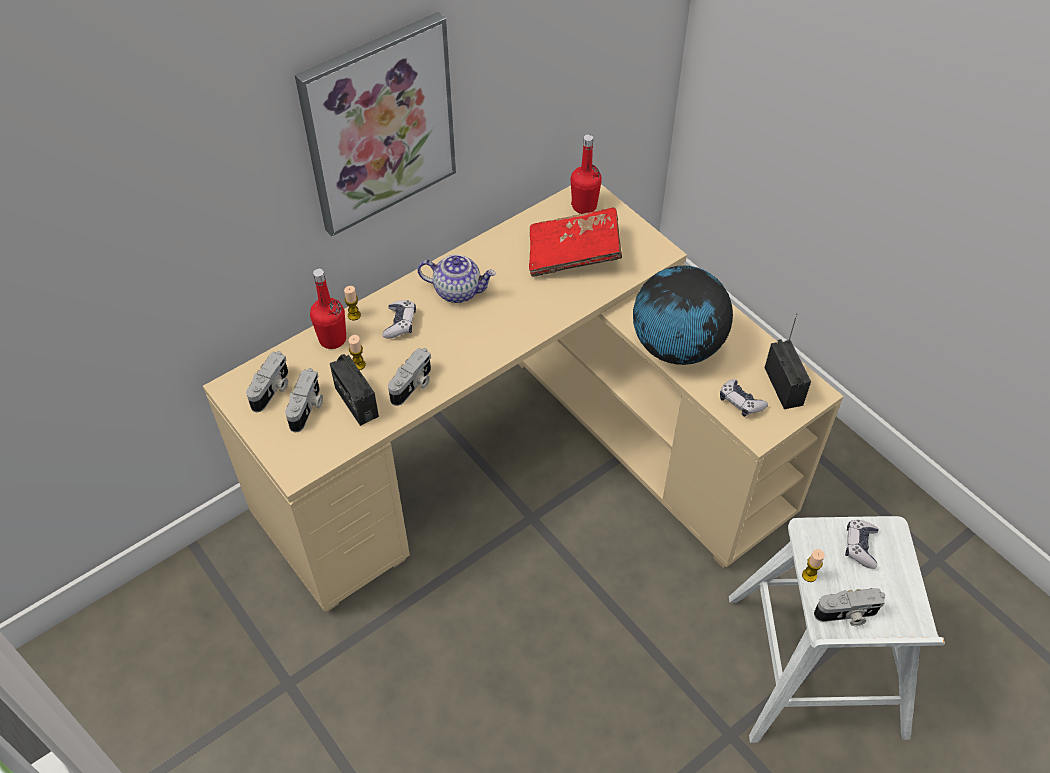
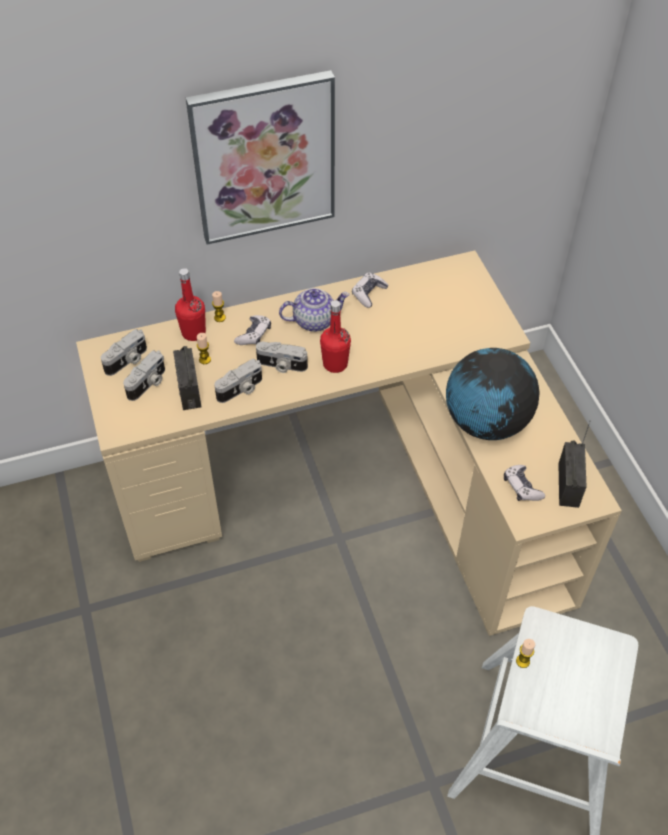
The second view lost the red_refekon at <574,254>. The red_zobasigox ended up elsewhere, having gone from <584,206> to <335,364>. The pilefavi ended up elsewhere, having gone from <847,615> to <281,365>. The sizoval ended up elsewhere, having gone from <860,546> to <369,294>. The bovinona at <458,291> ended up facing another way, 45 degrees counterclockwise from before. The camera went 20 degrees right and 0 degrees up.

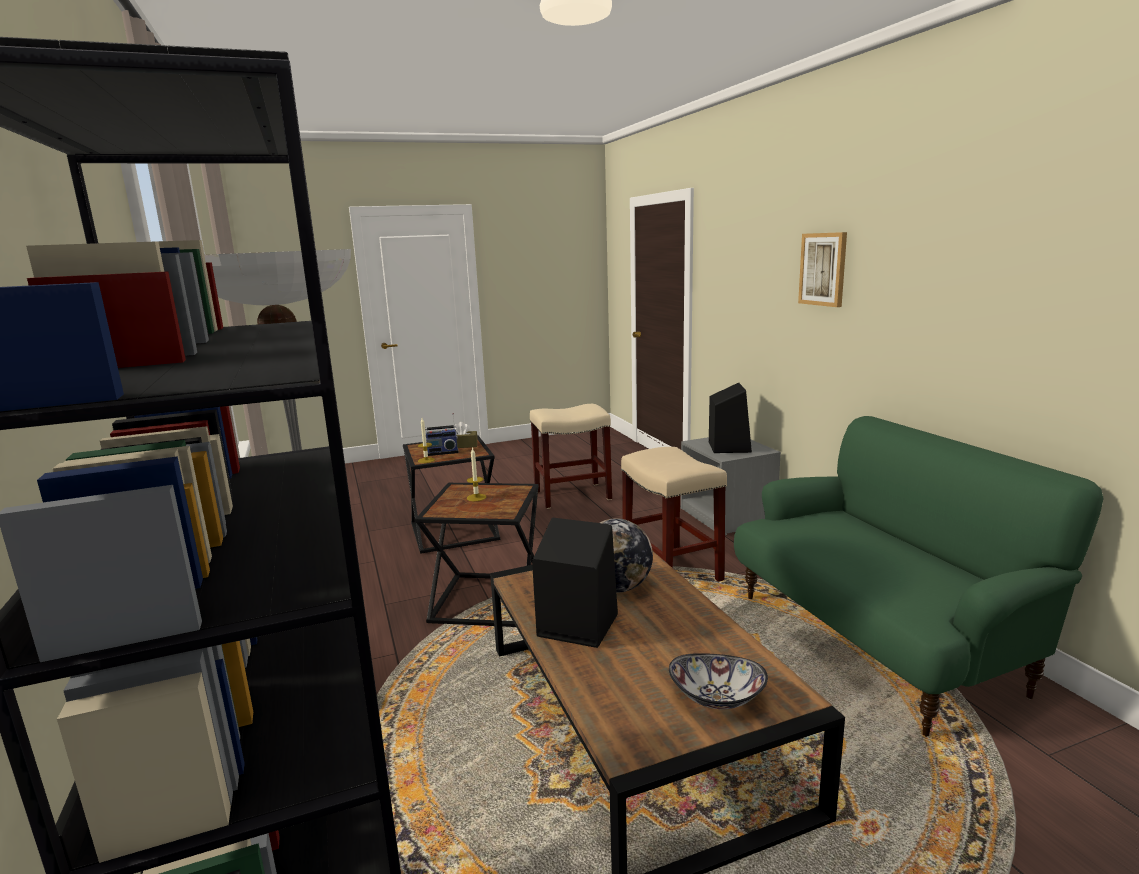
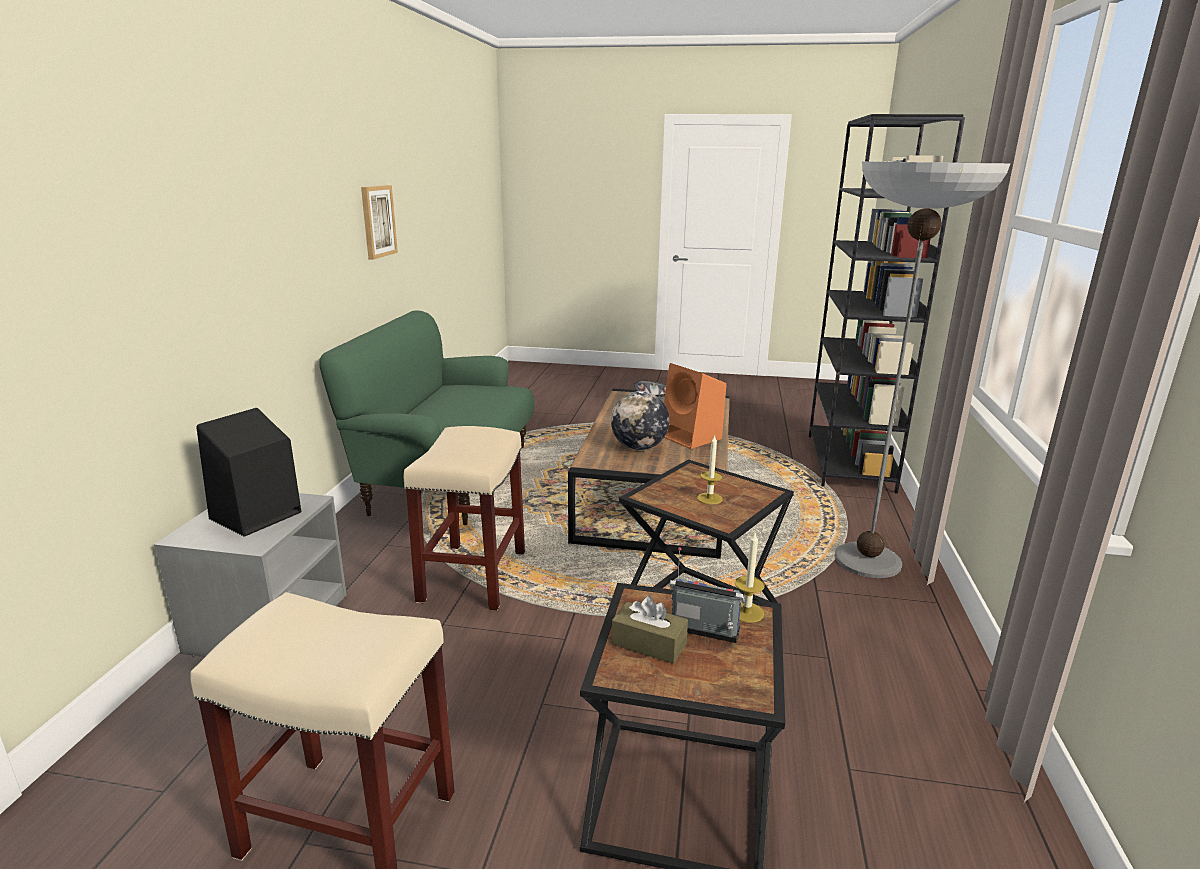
The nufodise ended up elsewhere, having gone from <823,269> to <377,221>. What was the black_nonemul at <575,625> turned into the orange_nonemul at <692,438>. The camera went 150 degrees left and 5 degrees up.

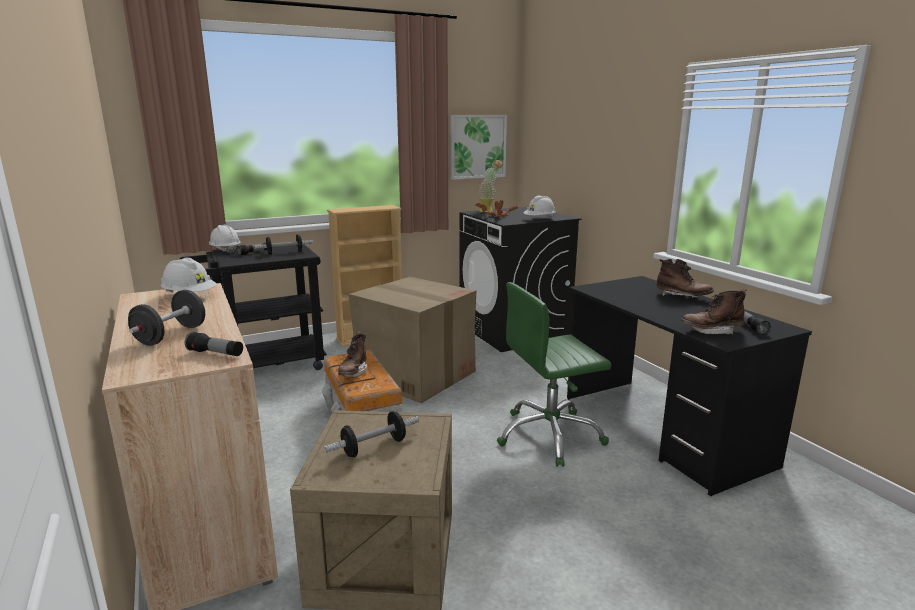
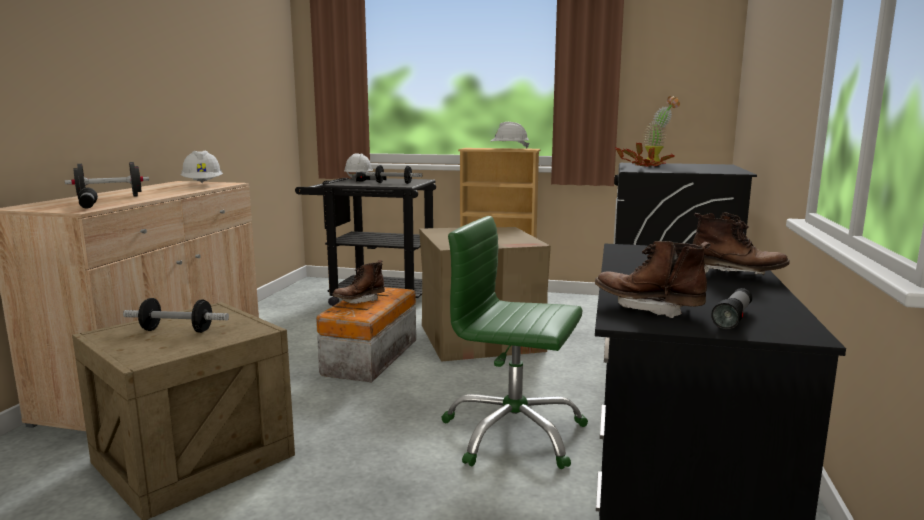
The second view lost the nufodise at <477,146>. The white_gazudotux ended up elsewhere, having gone from <539,219> to <509,148>. The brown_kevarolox at <682,297> ended up facing another way, 45 degrees counterclockwise from before. The camera went 40 degrees right and 5 degrees down.

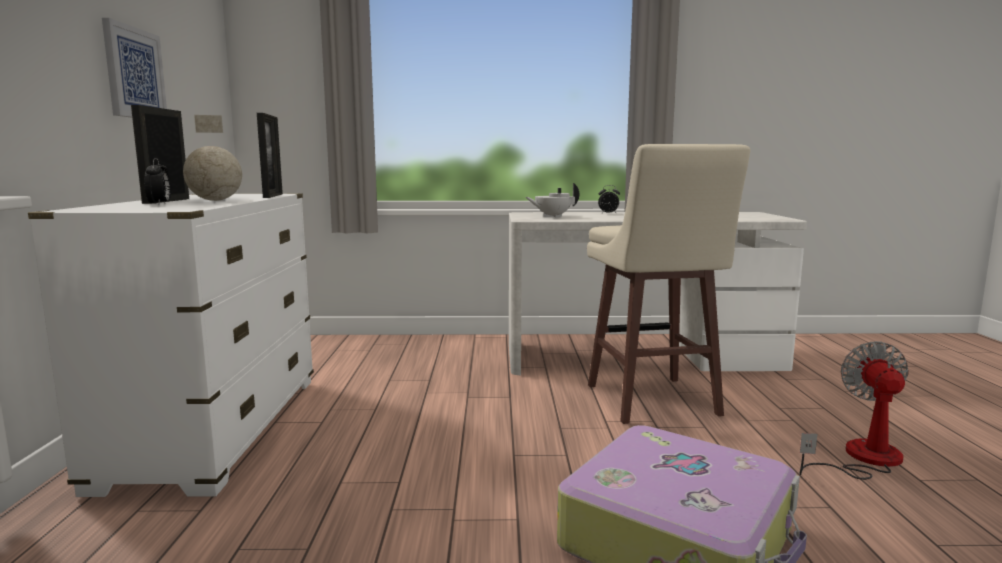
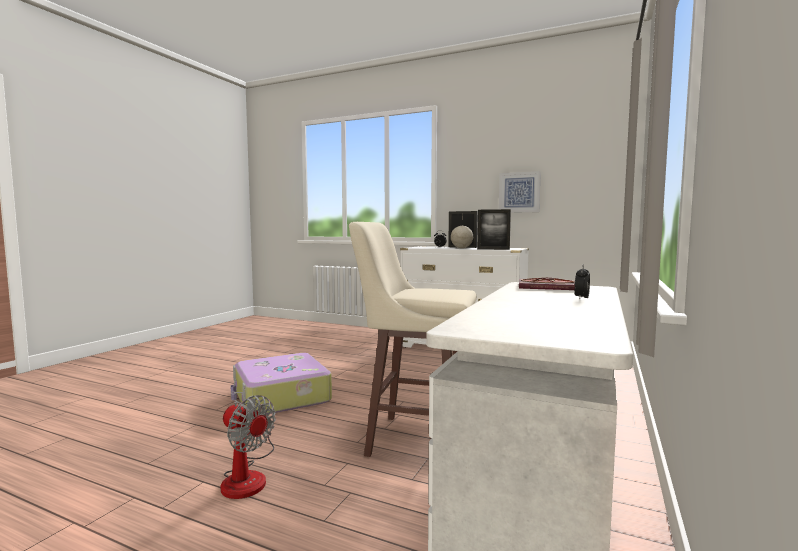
Where the white_bovinona stood at <552,216>, the refekon came to stand at <548,287>. The camera went 115 degrees right and 5 degrees down.

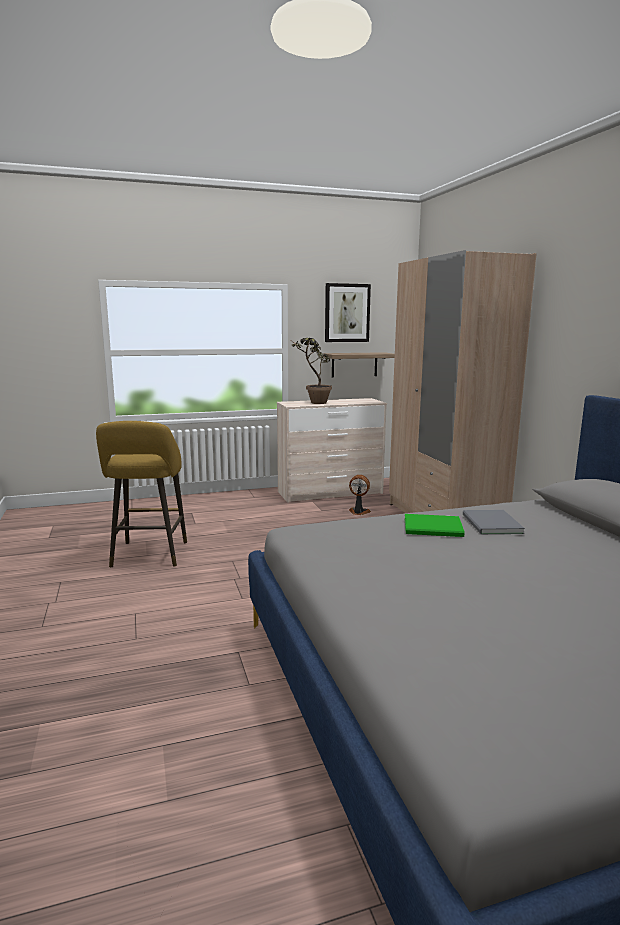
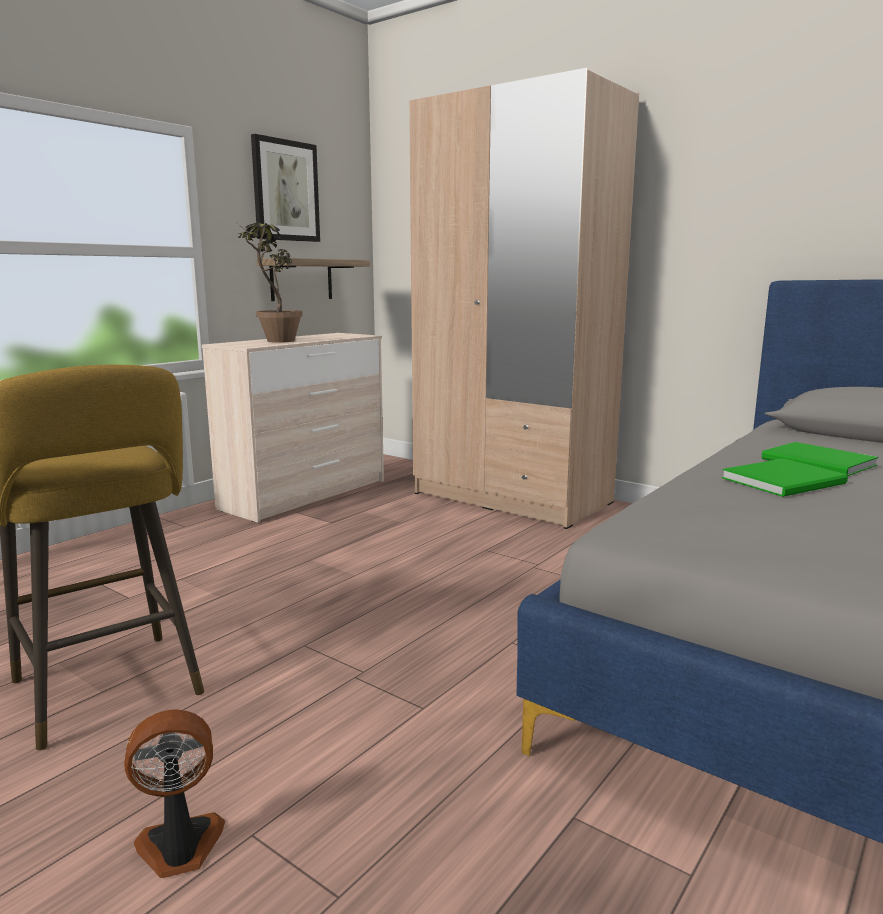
The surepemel ended up elsewhere, having gone from <358,512> to <180,848>. What was the grey_refekon at <491,524> turned into the green_refekon at <819,463>. The camera went 35 degrees left and 0 degrees up.

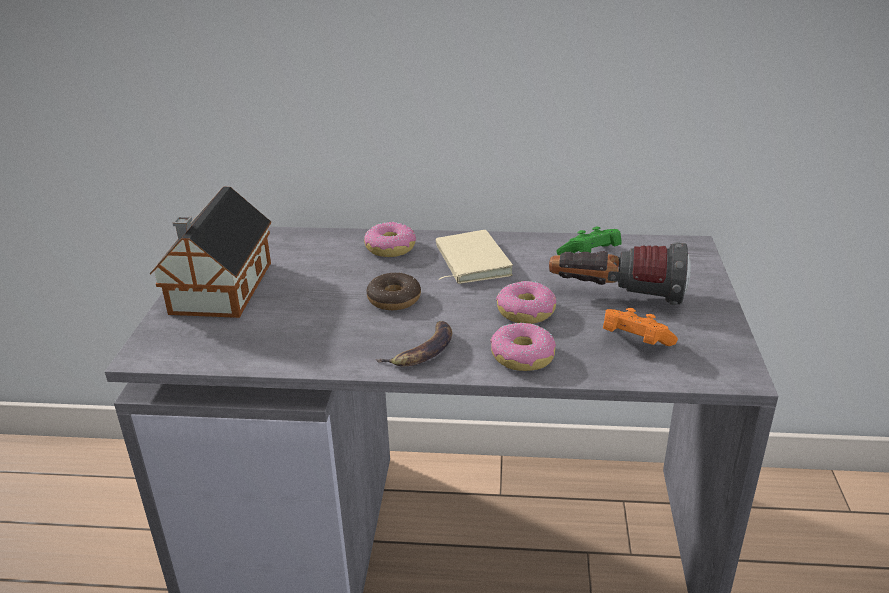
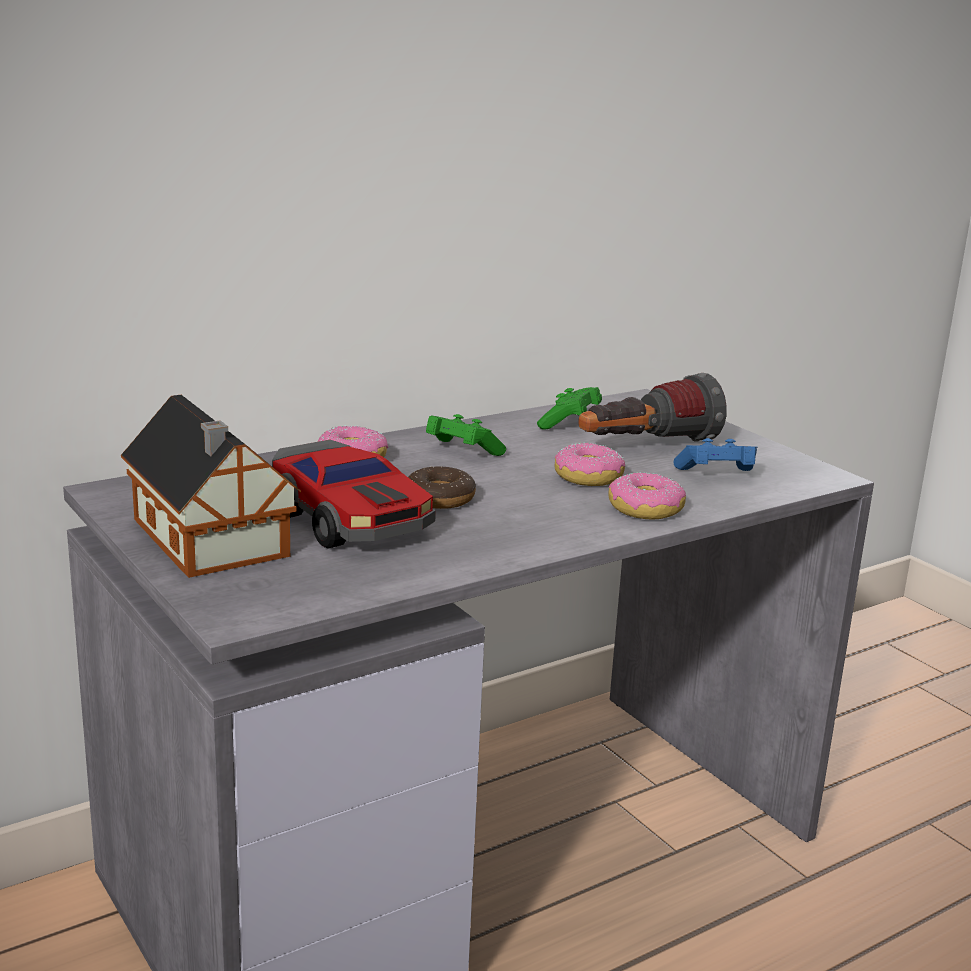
The second view lost the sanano at <422,350>. The second view gained the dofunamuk at <350,519>. Where the beige_refekon stood at <469,262>, the green_sizoval came to stand at <461,452>. What was the orange_sizoval at <634,342> turned into the blue_sizoval at <716,475>. The camera went 40 degrees left and 10 degrees down.

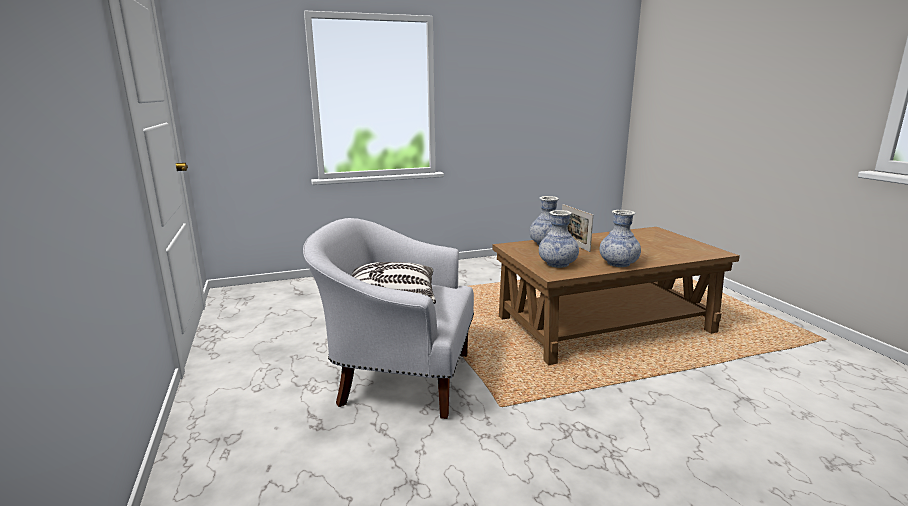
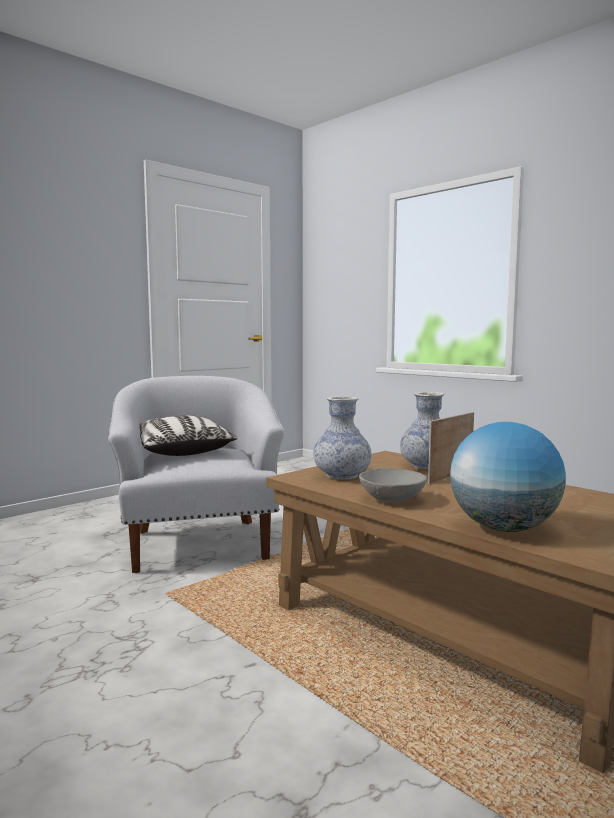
The second view gained the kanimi at <504,528>. Where the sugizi stood at <618,263>, the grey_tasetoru came to stand at <391,499>. The camera went 65 degrees right and 10 degrees down.

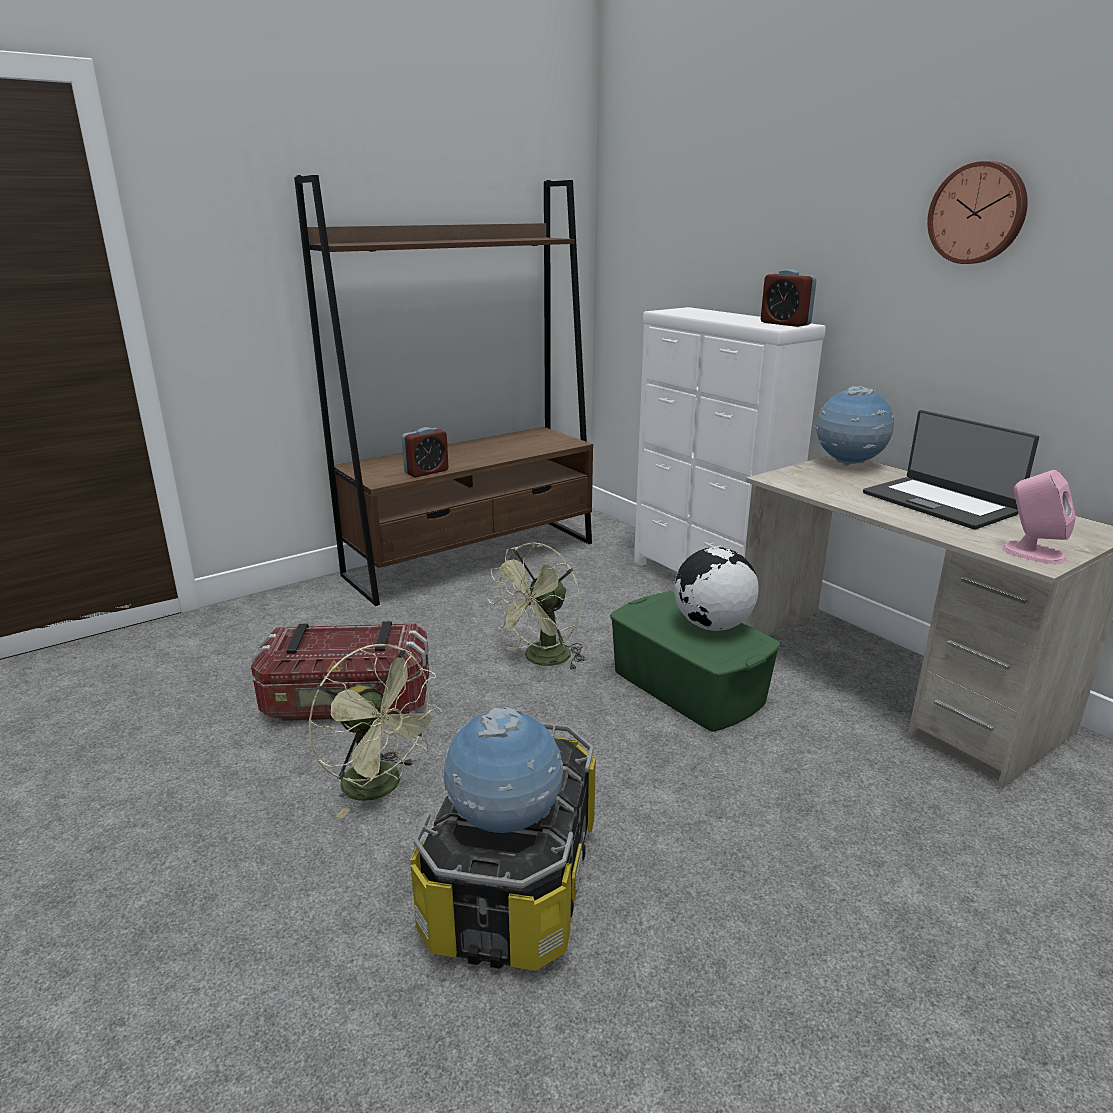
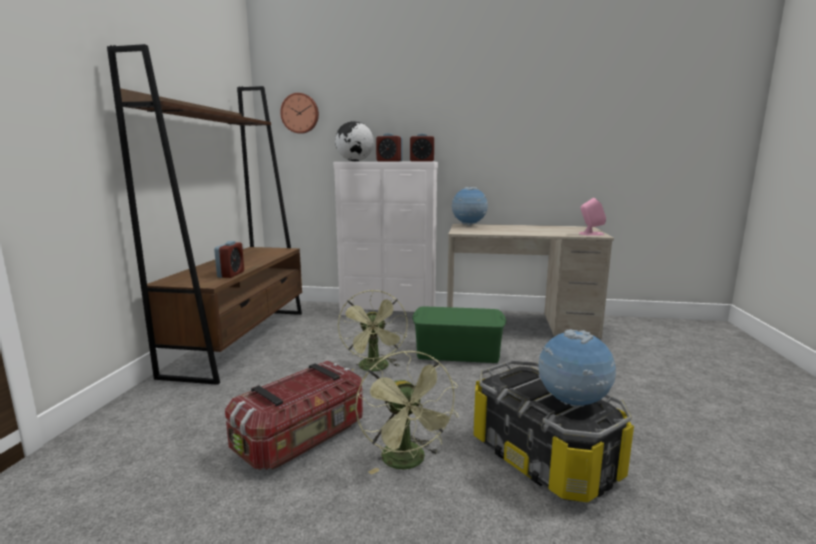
The second view lost the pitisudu at <940,503>. The second view gained the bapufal at <389,161>. The kanimi ended up elsewhere, having gone from <712,626> to <355,161>. The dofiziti ended up elsewhere, having gone from <978,213> to <300,113>. The green_surepemel at <381,787> ended up facing another way, 75 degrees clockwise from before. The camera went 45 degrees left and 10 degrees down.

